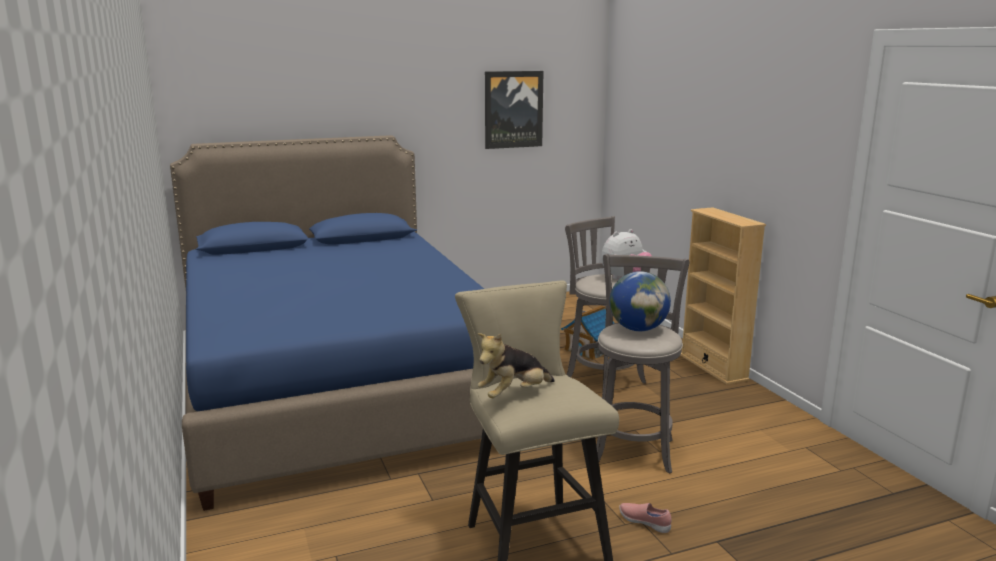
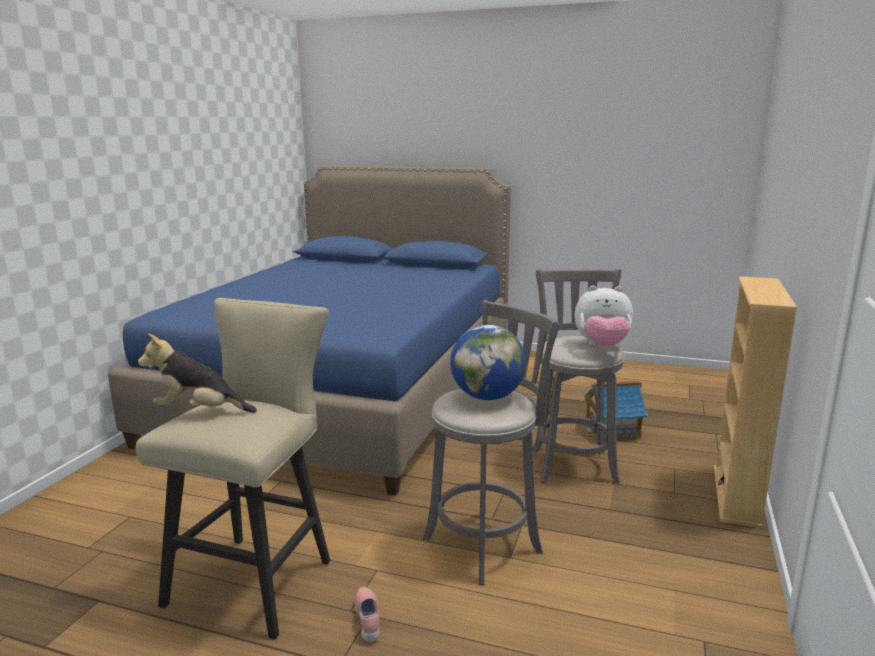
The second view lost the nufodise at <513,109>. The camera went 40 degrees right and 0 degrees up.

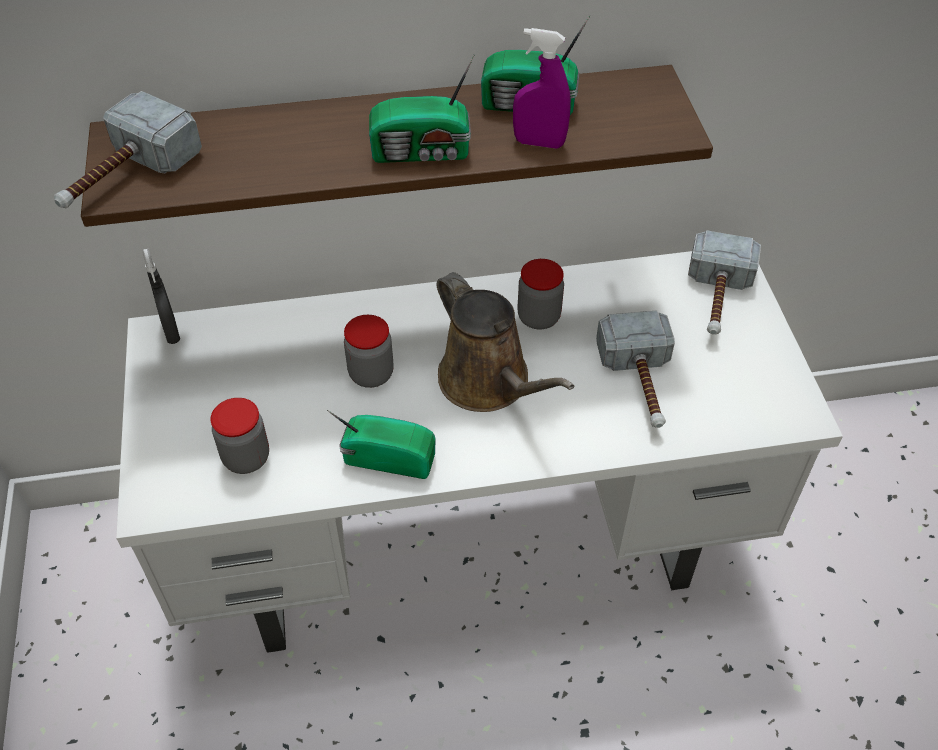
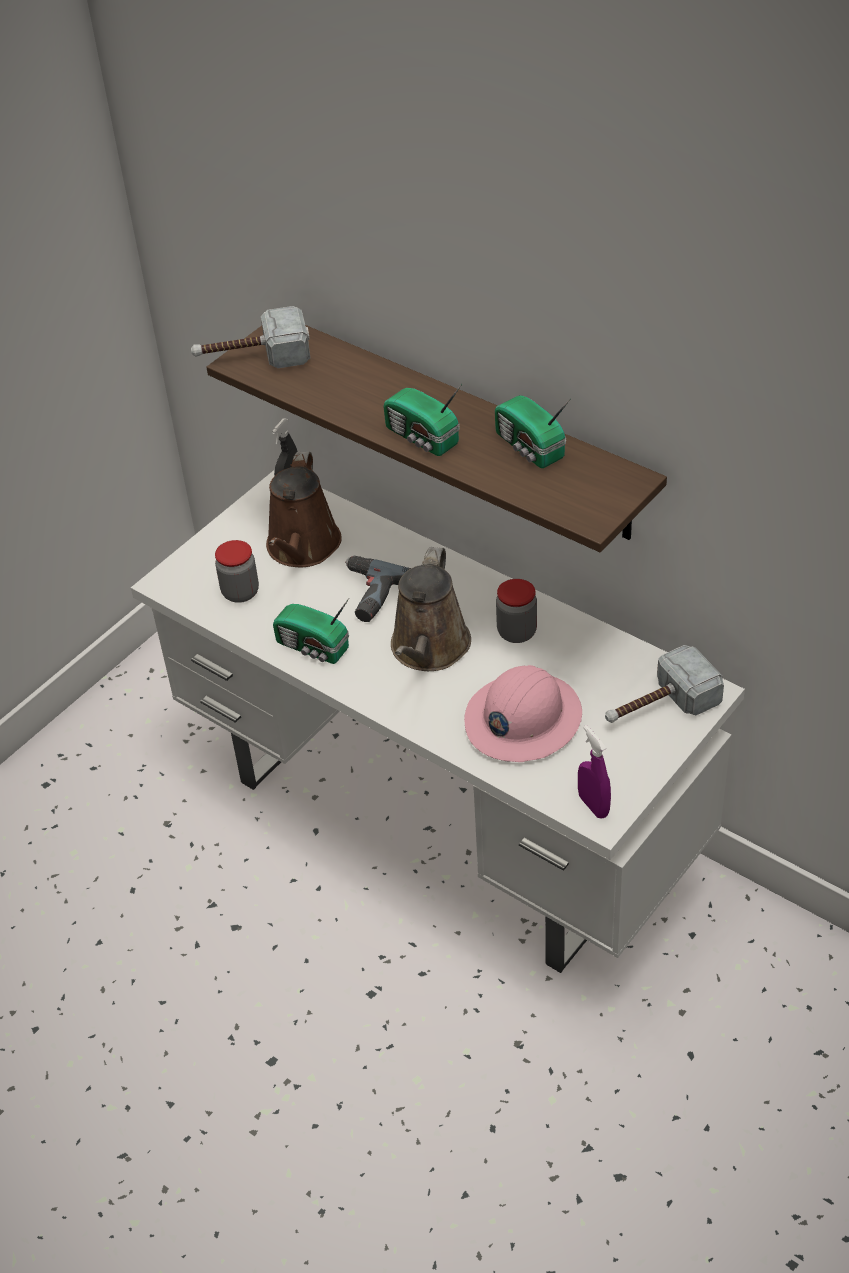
The second view gained the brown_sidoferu at <302,548>. The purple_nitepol ended up elsewhere, having gone from <539,143> to <593,805>. Where the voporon stood at <371,374>, the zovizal came to stand at <367,594>. Where the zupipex stood at <640,384>, the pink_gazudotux came to stand at <522,719>. The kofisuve at <387,457> ended up facing another way, 150 degrees clockwise from before. The camera went 50 degrees right and 5 degrees down.

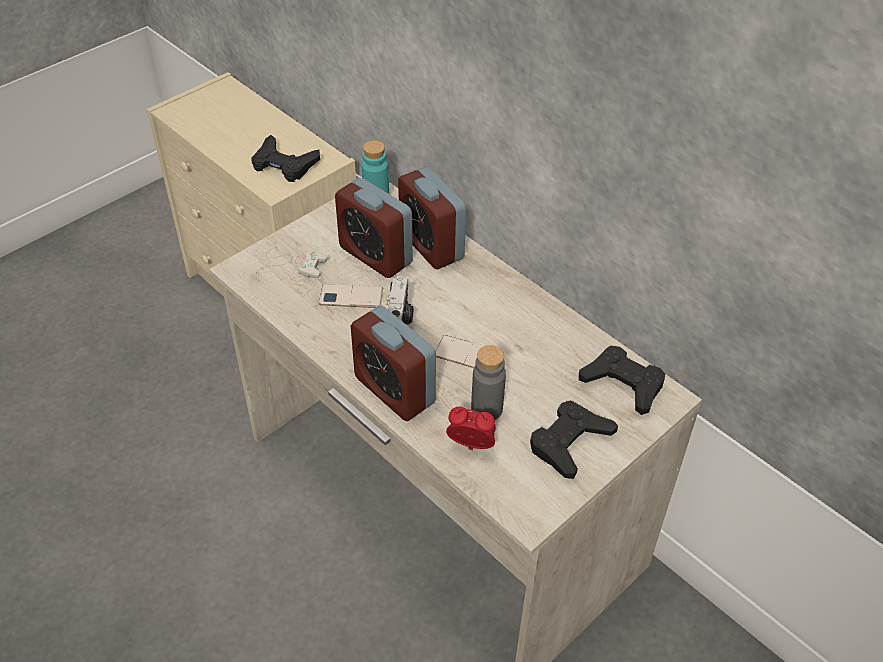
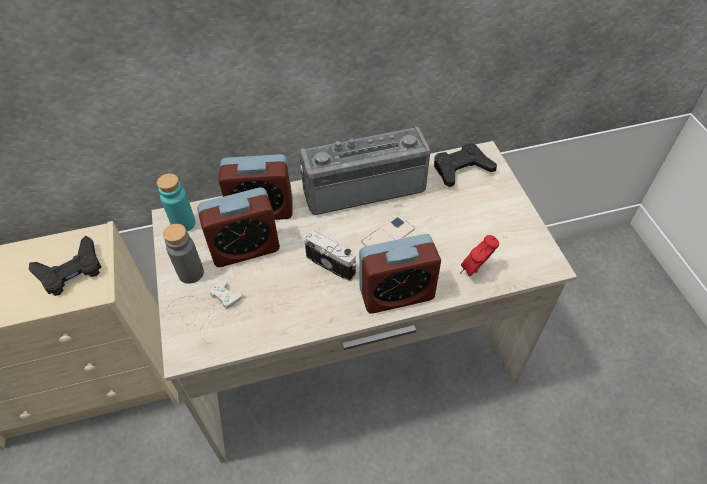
The second view lost the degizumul at <351,296>. The second view lost the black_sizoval at <569,443>. The second view gained the kofisuve at <363,187>. The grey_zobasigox ended up elsewhere, having gone from <486,409> to <191,273>. The camera went 60 degrees left and 5 degrees up.

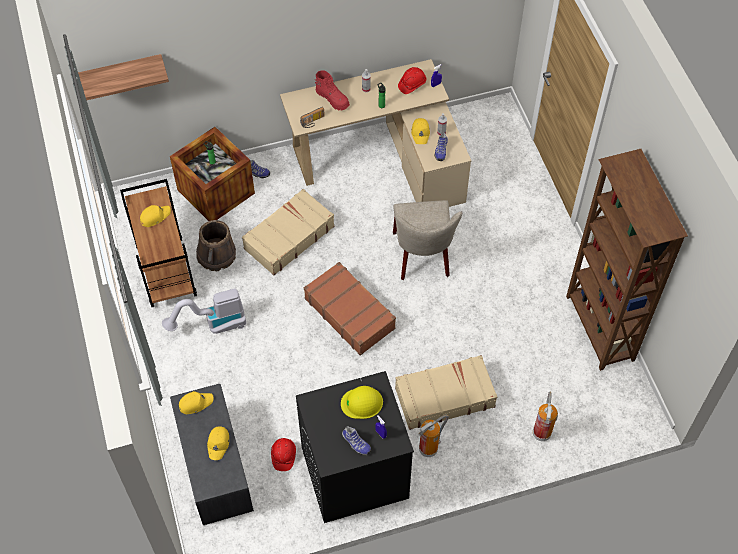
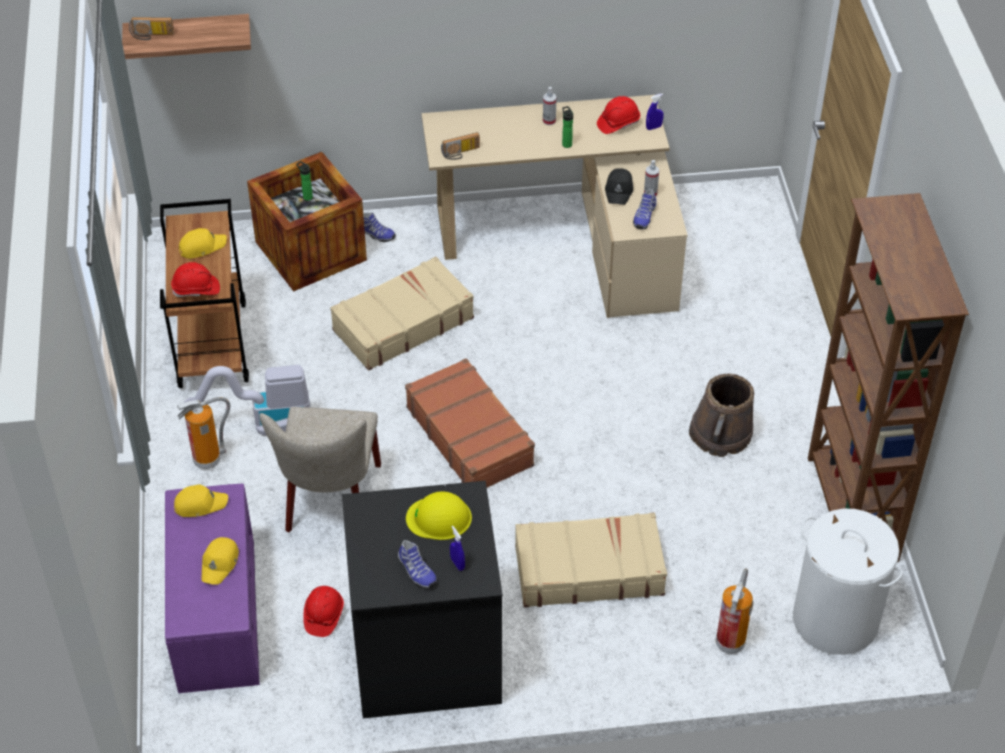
The second view lost the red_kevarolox at <332,99>. The second view gained the kofisuve at <151,35>. The second view gained the red_gazudotux at <196,289>. The second view gained the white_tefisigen at <835,620>. The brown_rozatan ended up elsewhere, having gone from <216,255> to <720,434>. The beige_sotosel ended up elsewhere, having gone from <422,258> to <331,503>. The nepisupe ended up elsewhere, having gone from <429,448> to <209,459>. What was the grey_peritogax at <214,466> turned into the purple_peritogax at <215,614>. What was the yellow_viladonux at <420,133> turned into the black_viladonux at <619,190>. The camera went 10 degrees right and 10 degrees down.

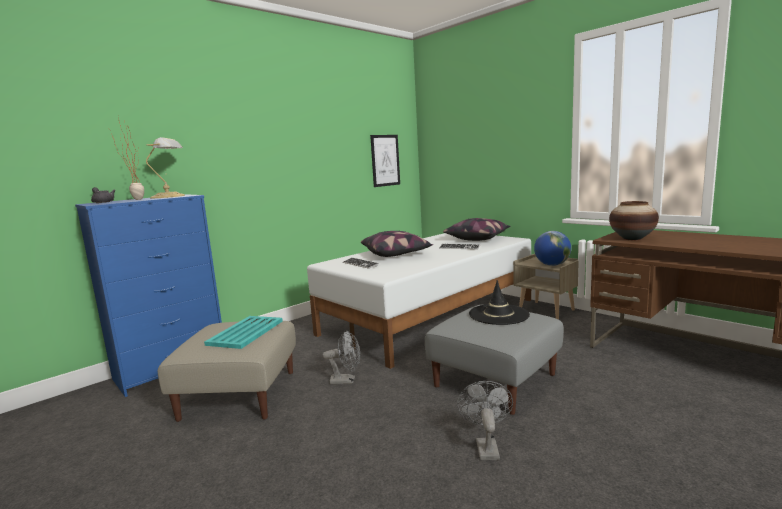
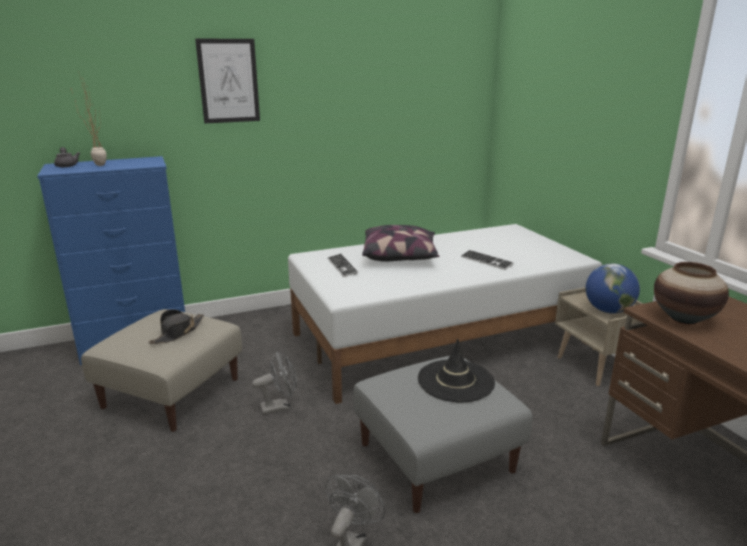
The second view lost the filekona at <170,196>. The second view lost the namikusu at <477,238>. The nufodise ended up elsewhere, having gone from <385,160> to <228,81>. Where the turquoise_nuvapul stood at <245,333>, the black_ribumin came to stand at <178,333>. The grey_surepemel at <346,380> ended up facing another way, 45 degrees counterclockwise from before. The camera went 20 degrees right and 10 degrees up.

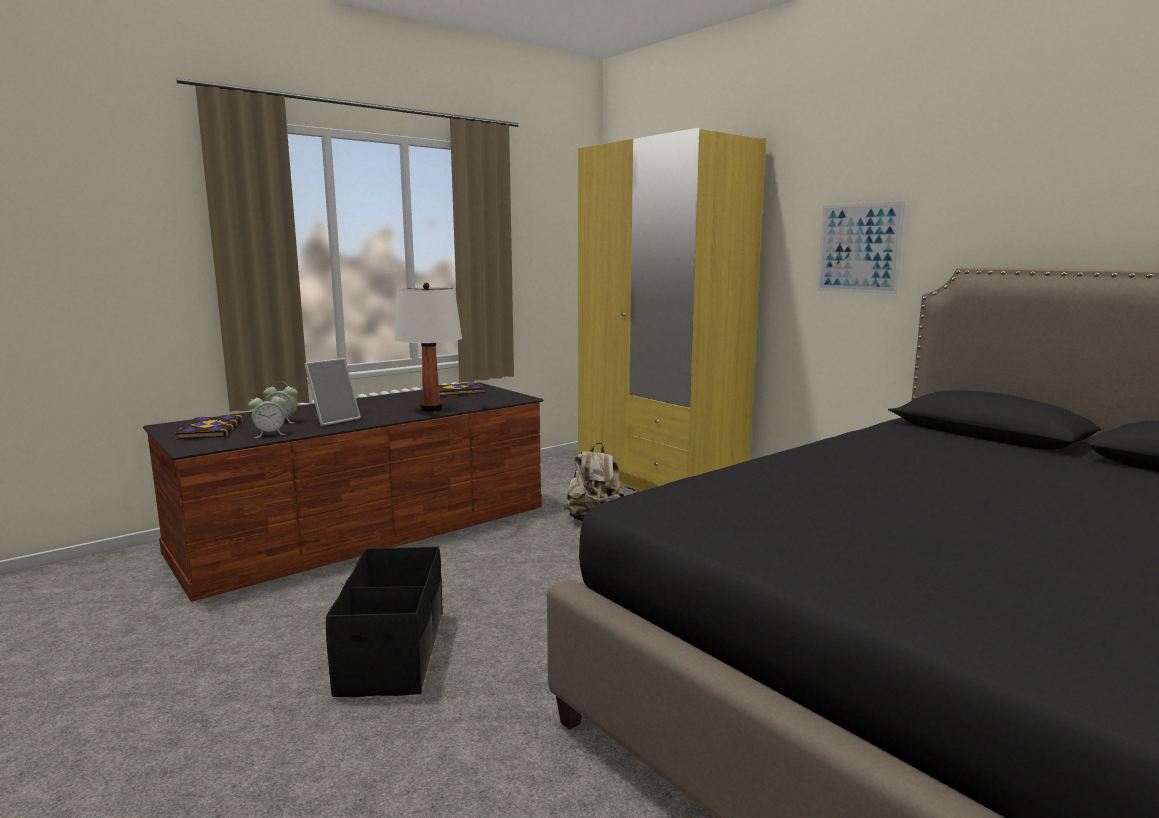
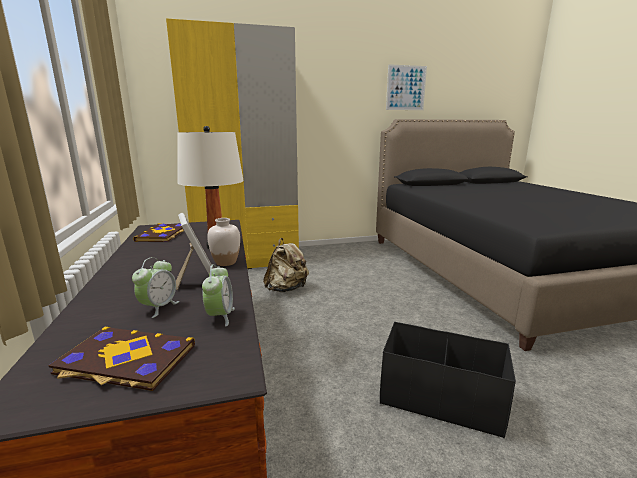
The second view gained the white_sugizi at <225,262>. The nufodise ended up elsewhere, having gone from <859,248> to <406,88>. The camera went 65 degrees left and 5 degrees up.

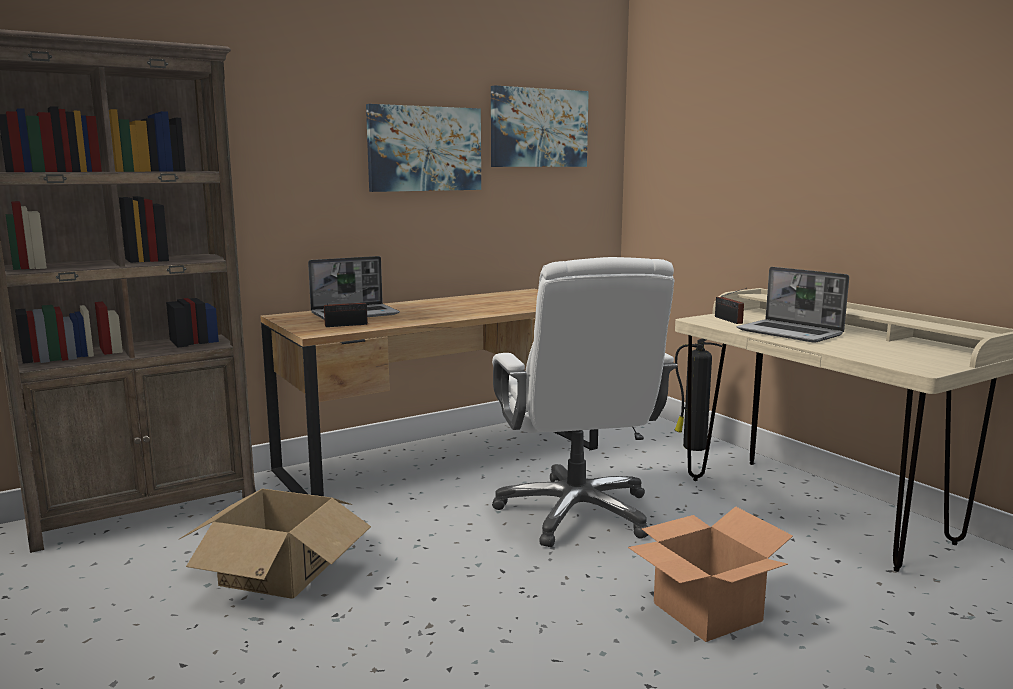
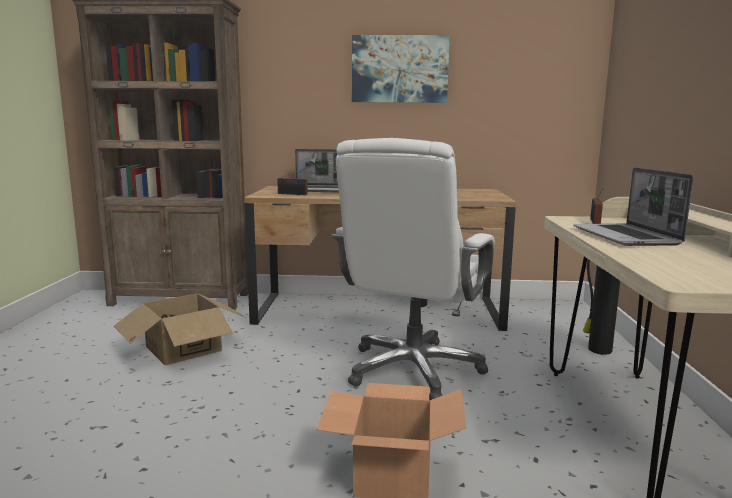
The second view lost the nufodise at <539,128>. The camera went 35 degrees right and 0 degrees up.

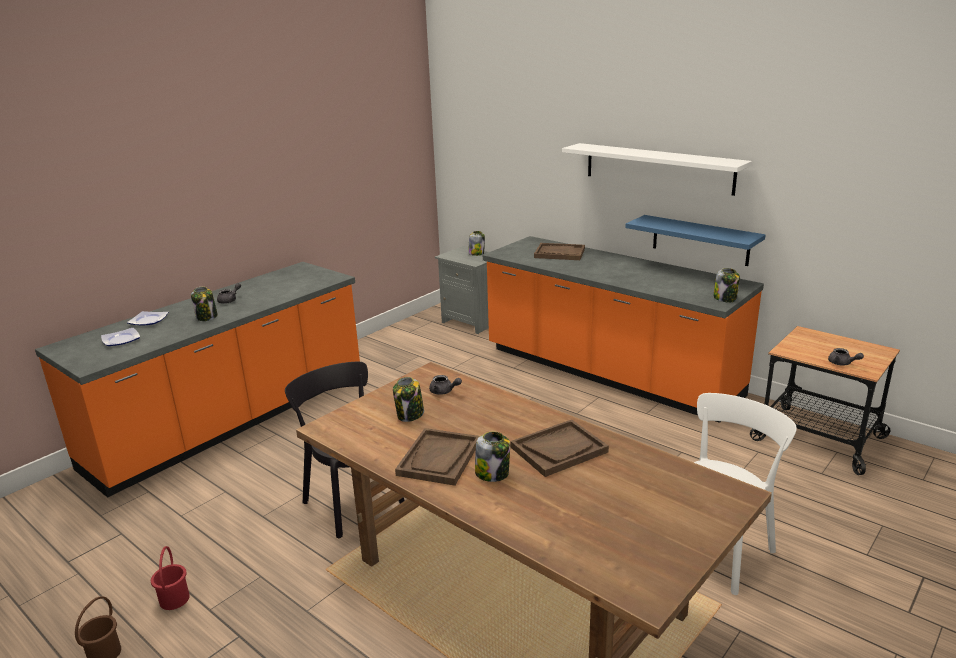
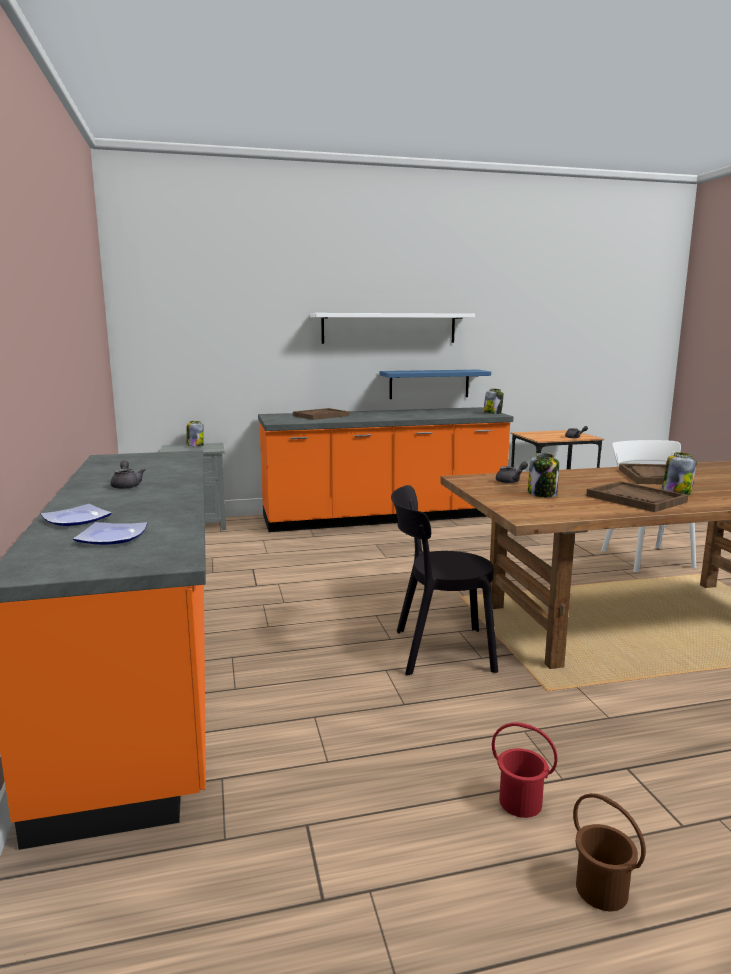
The second view lost the voporon at <207,317>. The camera went 55 degrees left and 10 degrees down.

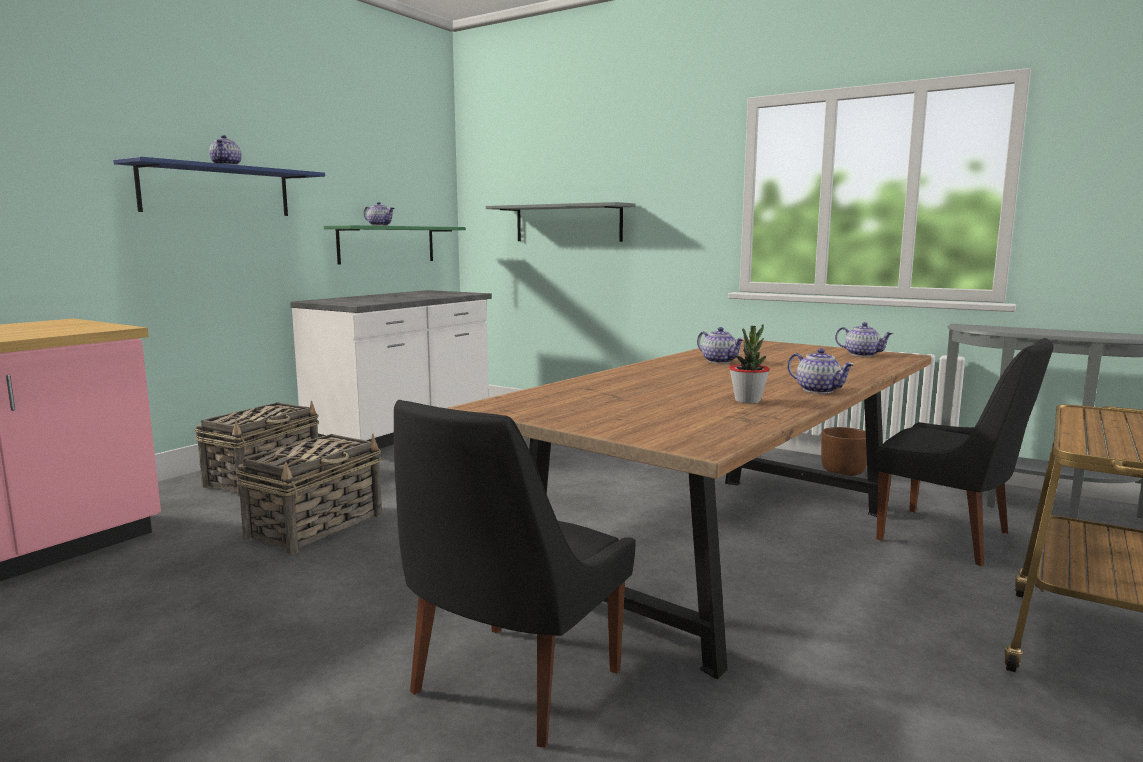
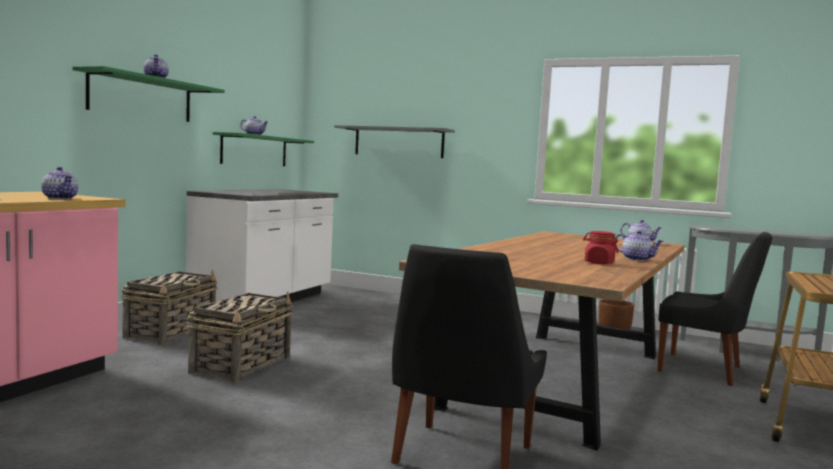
The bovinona ended up elsewhere, having gone from <720,361> to <60,198>. Where the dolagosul stood at <748,401>, the red_voporon came to stand at <599,263>. What was the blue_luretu at <217,191> turned into the green_luretu at <141,97>. The camera went 10 degrees left and 5 degrees down.

